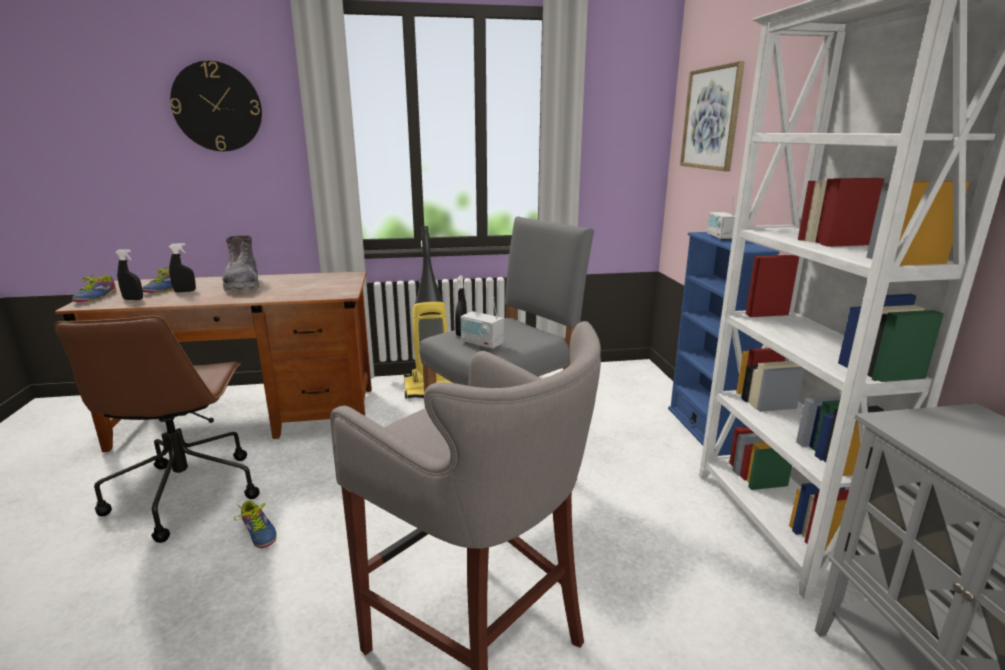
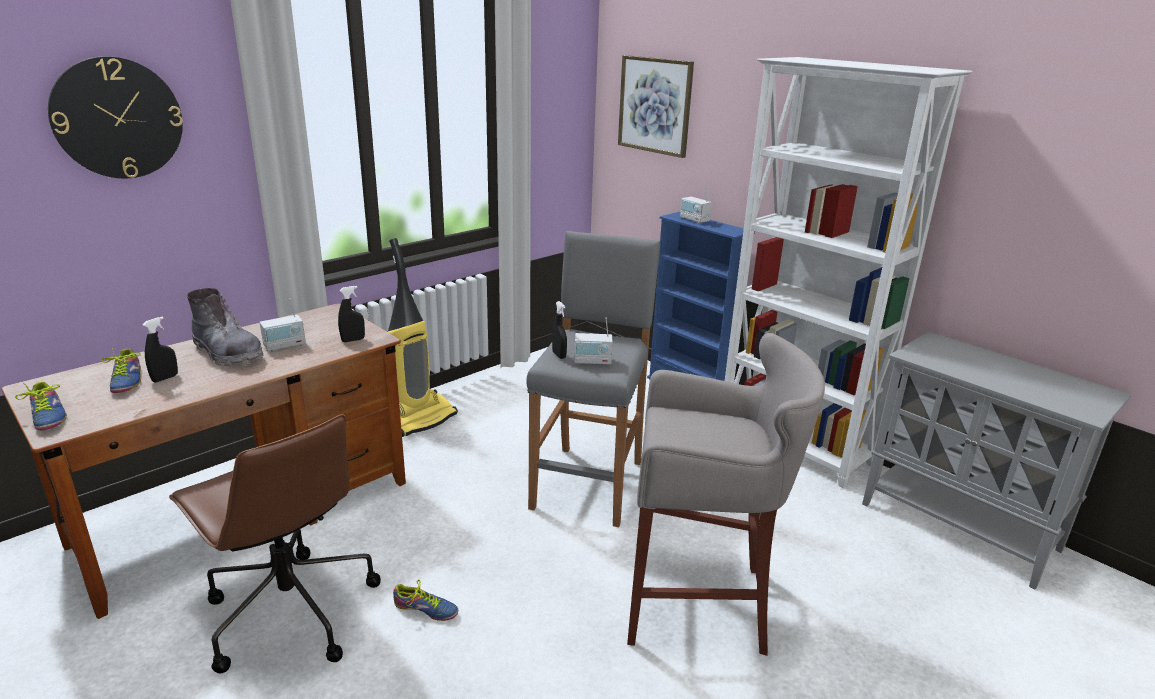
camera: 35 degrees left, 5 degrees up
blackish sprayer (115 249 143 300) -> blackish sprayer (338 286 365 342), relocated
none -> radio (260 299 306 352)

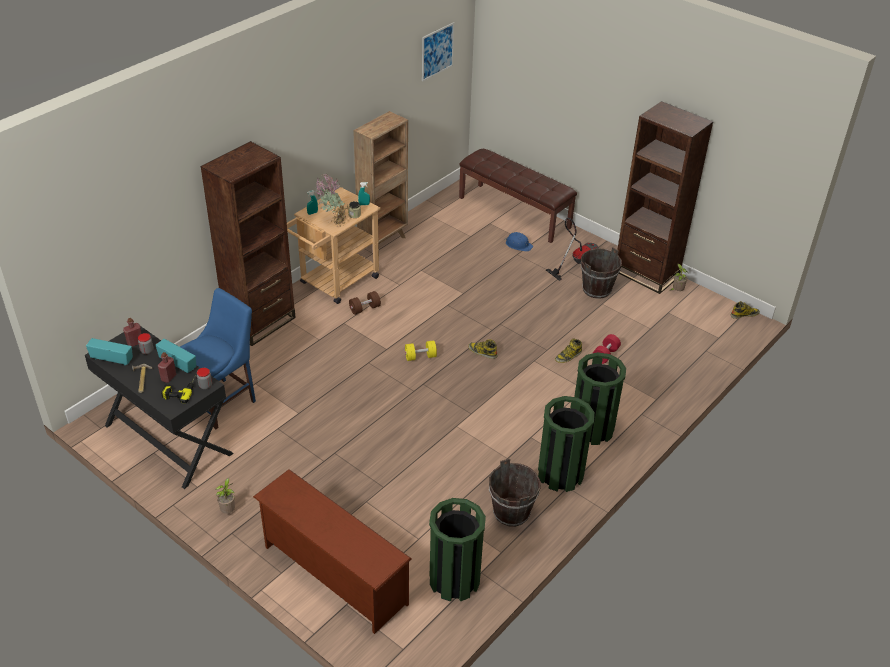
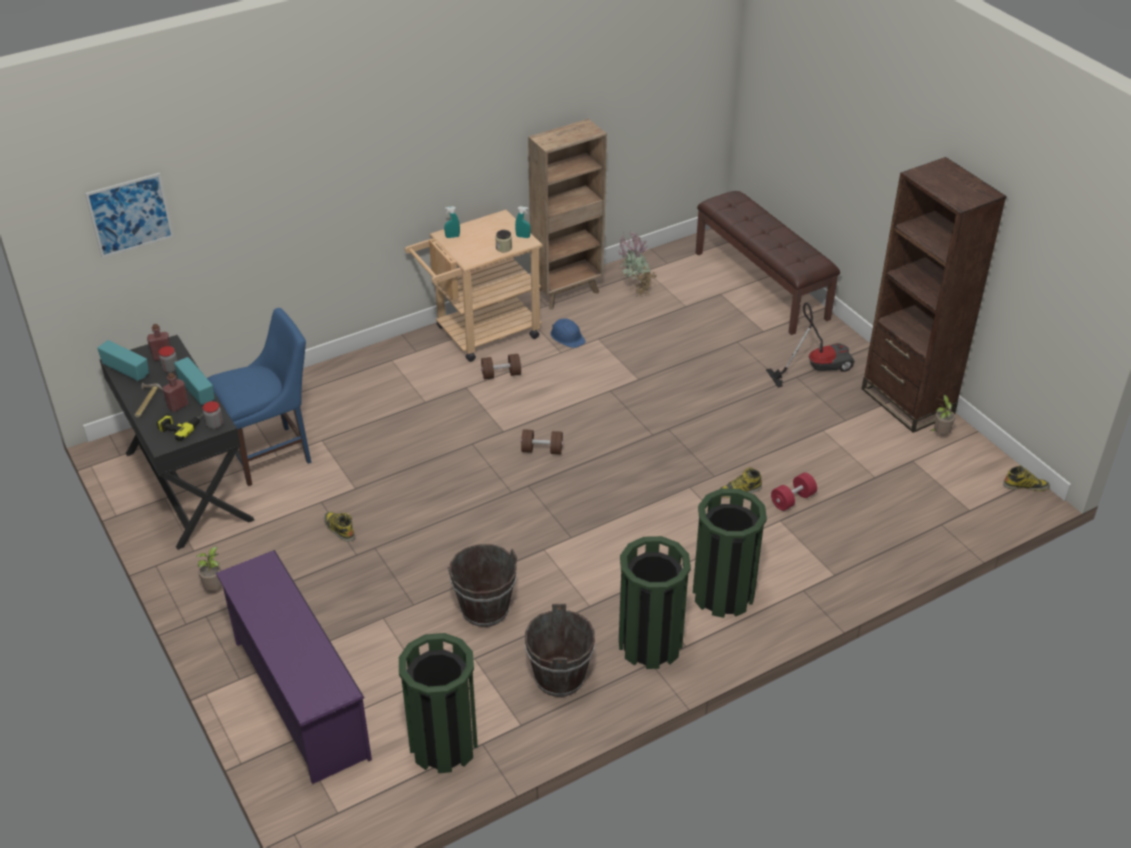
camera: 20 degrees right, 0 degrees up
picture (422 22 454 81) -> picture (85 173 174 258), relocated
brown bookshelf (200 141 296 346) -> none
potted plant (315 173 350 226) -> potted plant (617 232 657 297), relocated
bluish work helmet (505 232 533 252) -> bluish work helmet (551 318 586 348), relocated
brown pail (581 247 622 299) -> brown pail (448 544 517 627), relocated
high-top boot (468 339 497 359) -> high-top boot (324 511 355 542), relocated
yellow-coloured dumbbell (405 340 437 361) -> brown dumbbell (521 429 564 454)
brown shoe shelf (253 469 412 634) -> purple-coloured shoe shelf (216 550 372 784)

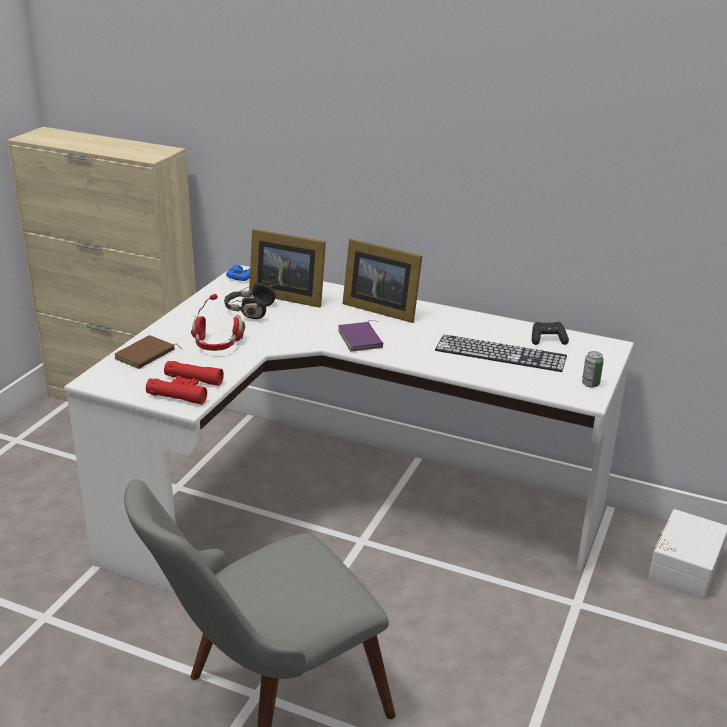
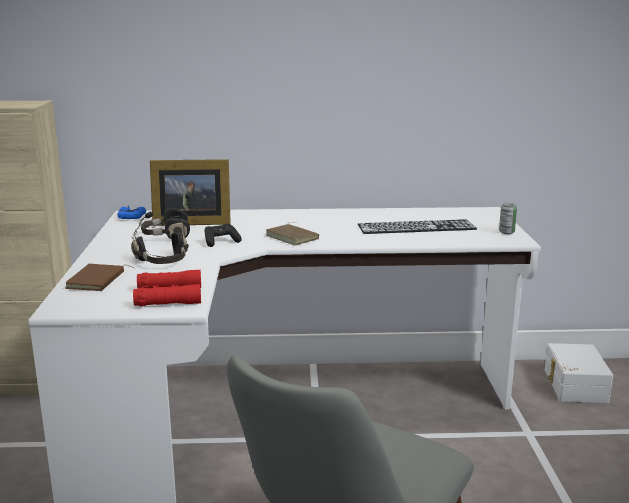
camera: 25 degrees left, 10 degrees down
photo frame (342 239 422 323) -> none
red headphones (191 294 245 351) -> blackish headphones (131 212 189 264)
purple-coloured book (338 320 383 352) -> brown book (266 222 319 245)
blackish game controller (532 322 569 345) -> blackish game controller (204 224 242 247), relocated

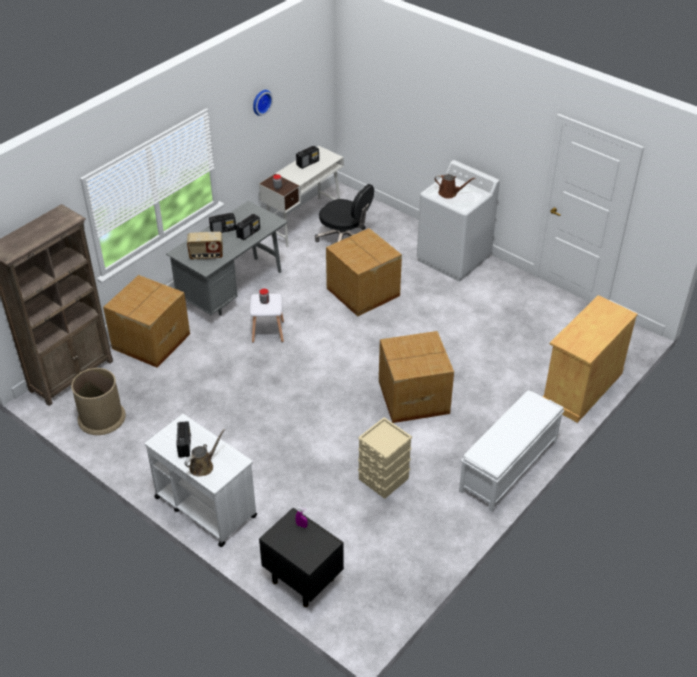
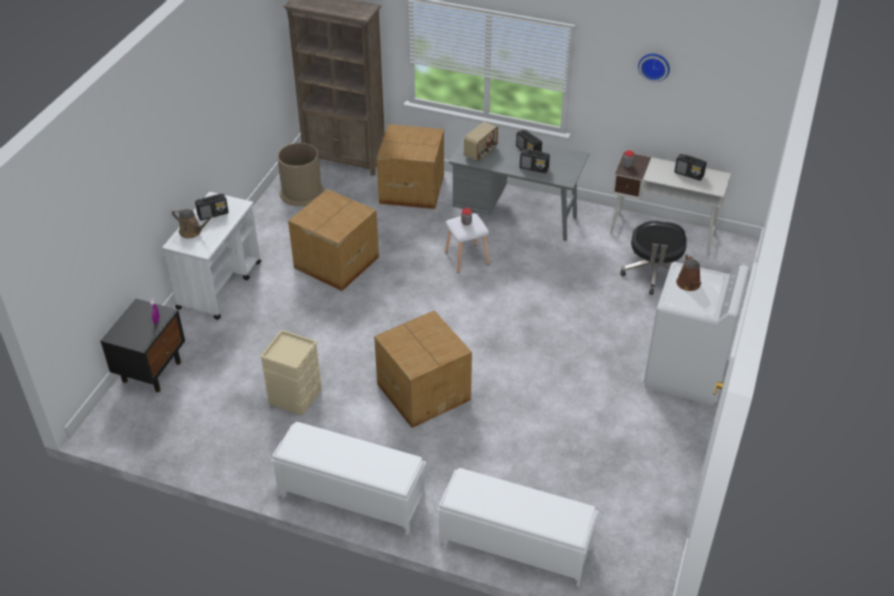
camera: 70 degrees right, 0 degrees up
packing box (326 228 402 316) -> packing box (288 189 379 291), relocated
radio (187 232 223 260) -> radio (464 122 498 161), 120 degrees counterclockwise
sand-coloured storage cabinet (542 295 638 423) -> white indoor bench (437 468 599 587)

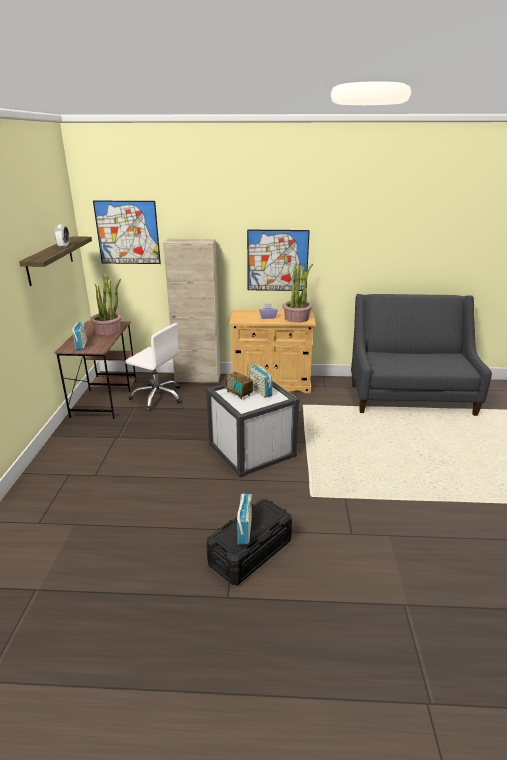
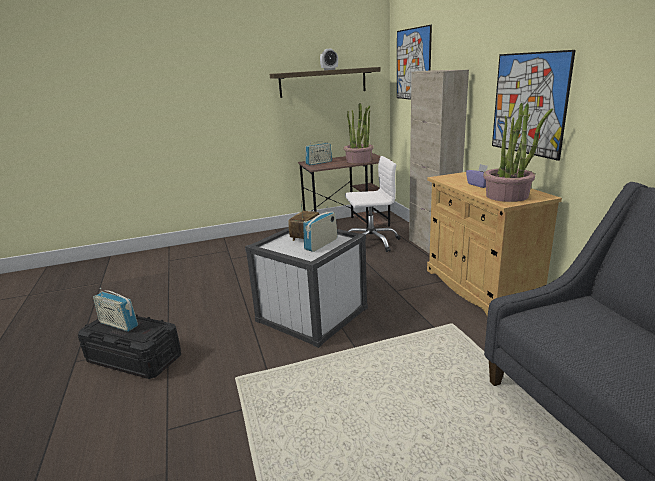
camera: 70 degrees right, 5 degrees down
white computer chair (125 323 182 411) -> white computer chair (345 156 401 252), 105 degrees counterclockwise
radio (237 494 252 545) -> radio (93 288 138 332), 45 degrees clockwise

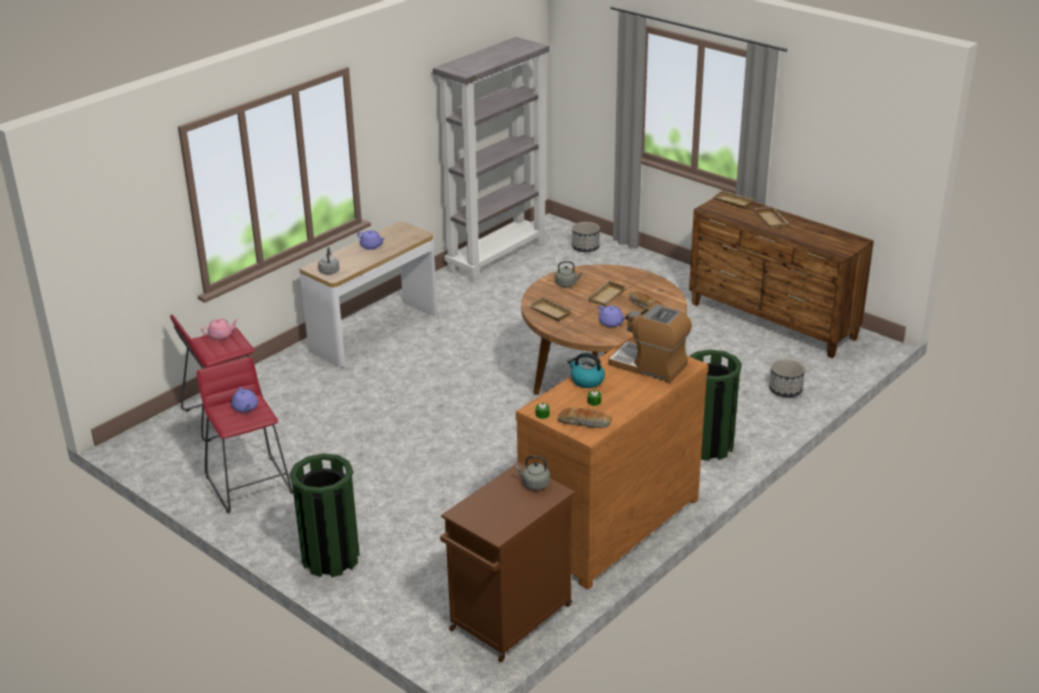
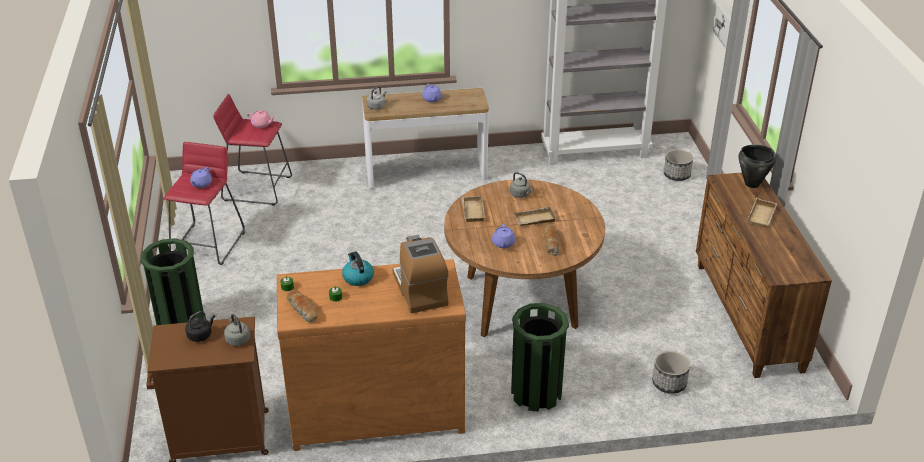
camera: 40 degrees right, 5 degrees up
sand-coloured carrying tray (713 190 755 209) -> blackish cooking pot (738 145 776 188)
none -> picture (713 4 731 49)
none -> blackish water kettle (185 311 215 342)

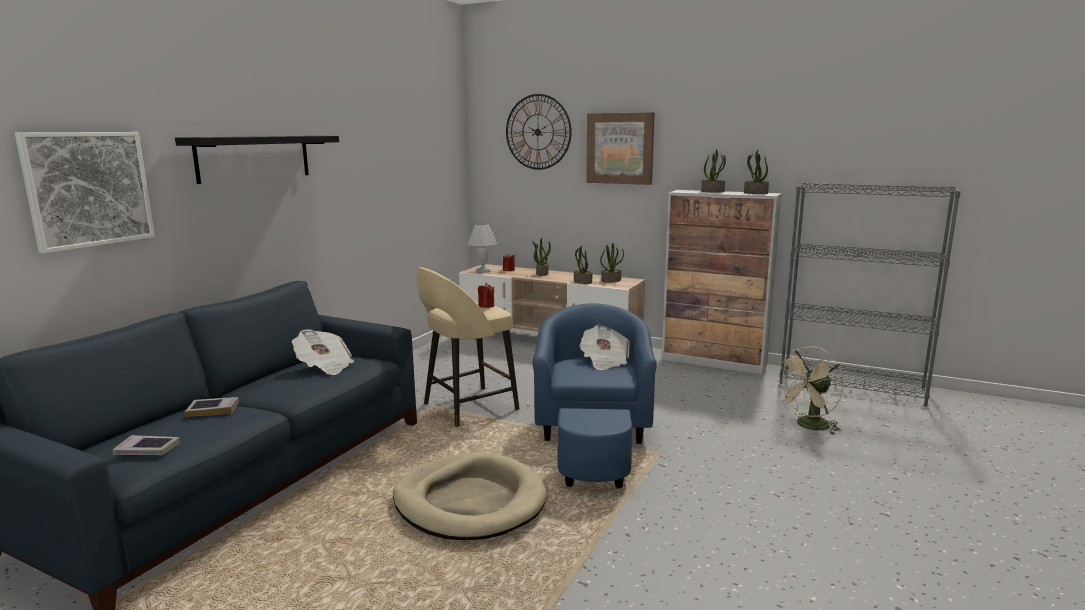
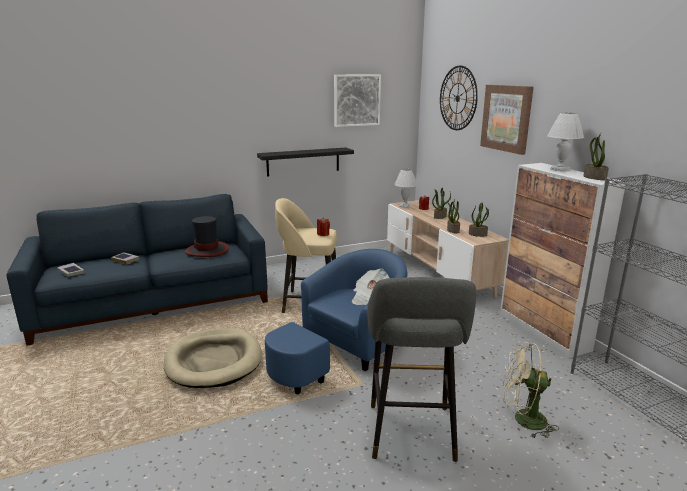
camera: 40 degrees right, 5 degrees up
picture (15 132 155 253) -> picture (334 74 381 127), relocated
blackish shelf (175 136 339 184) -> blackish shelf (257 147 354 177), relocated
potted plant (701 149 726 192) -> white tabletop lamp (547 113 584 172)
daily paper (292 329 354 375) -> clothing hat (185 216 229 257)
none -> greyish stool seat (367 277 476 462)

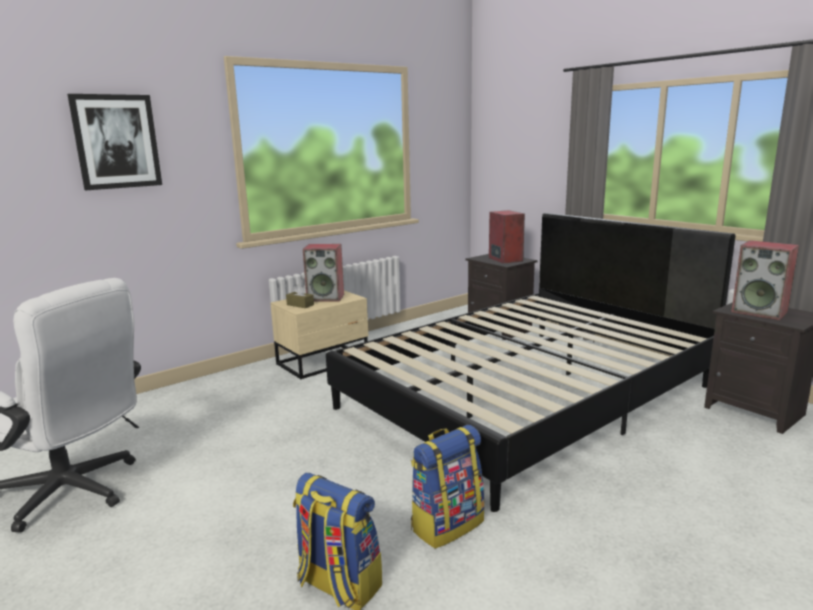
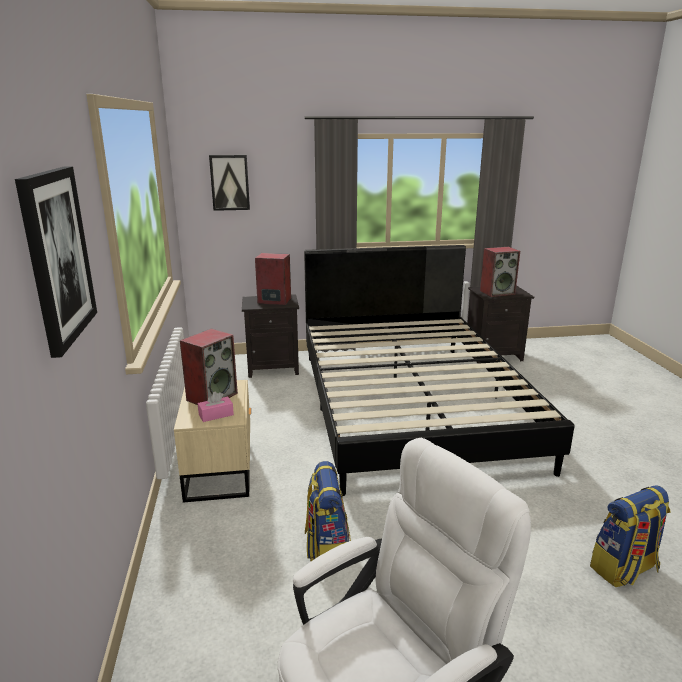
camera: 60 degrees left, 5 degrees up
brown box of tissues (286 285 314 308) -> pinkish box of tissues (198 392 234 422)
rucksack (411 425 485 549) -> rucksack (305 461 351 561), relocated
none -> picture (209 155 250 211)

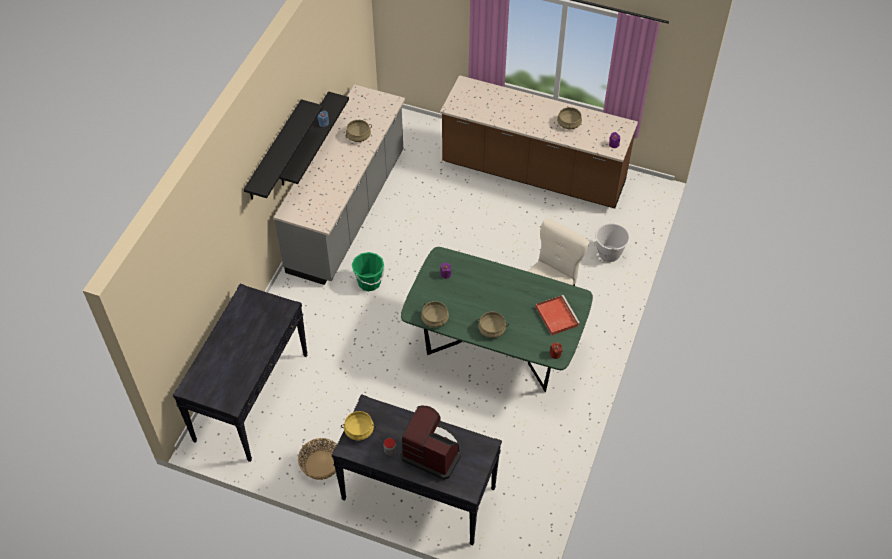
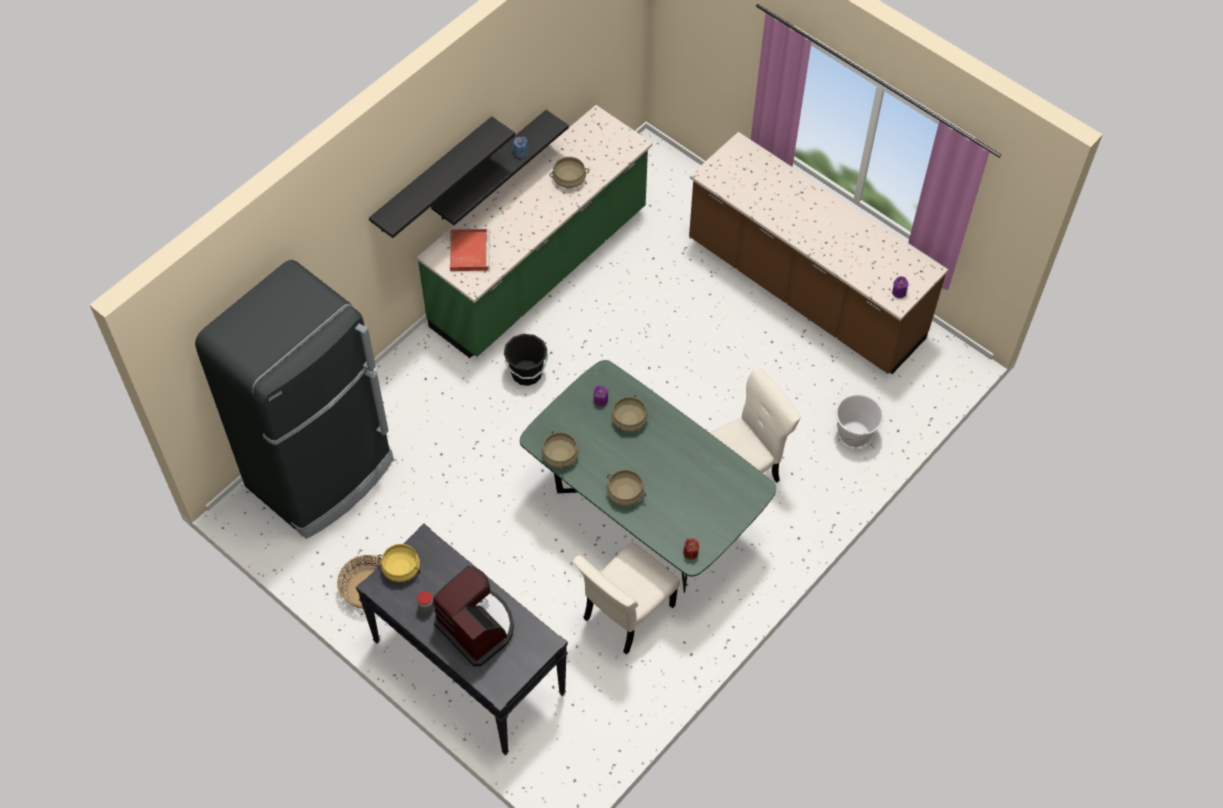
camera: 20 degrees right, 5 degrees up
greyish kitchen counter (274 84 405 285) -> greenish kitchen counter (417 105 653 358)
sand-coloured cooking pot (557 107 582 129) -> sand-coloured cooking pot (611 395 648 432), relocated
greenish pail (352 252 385 291) -> blackish pail (504 334 549 386)
blackish narrow table (173 284 308 462) -> blackish refrigerator (195 260 394 539)
red carrying tray (536 295 580 336) -> red carrying tray (450 229 490 271), relocated
none -> sand-coloured chair (573 542 680 655)

